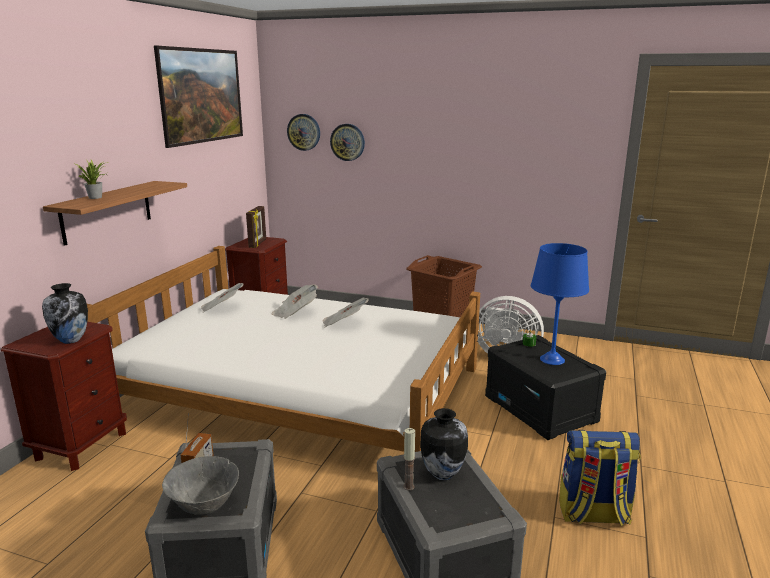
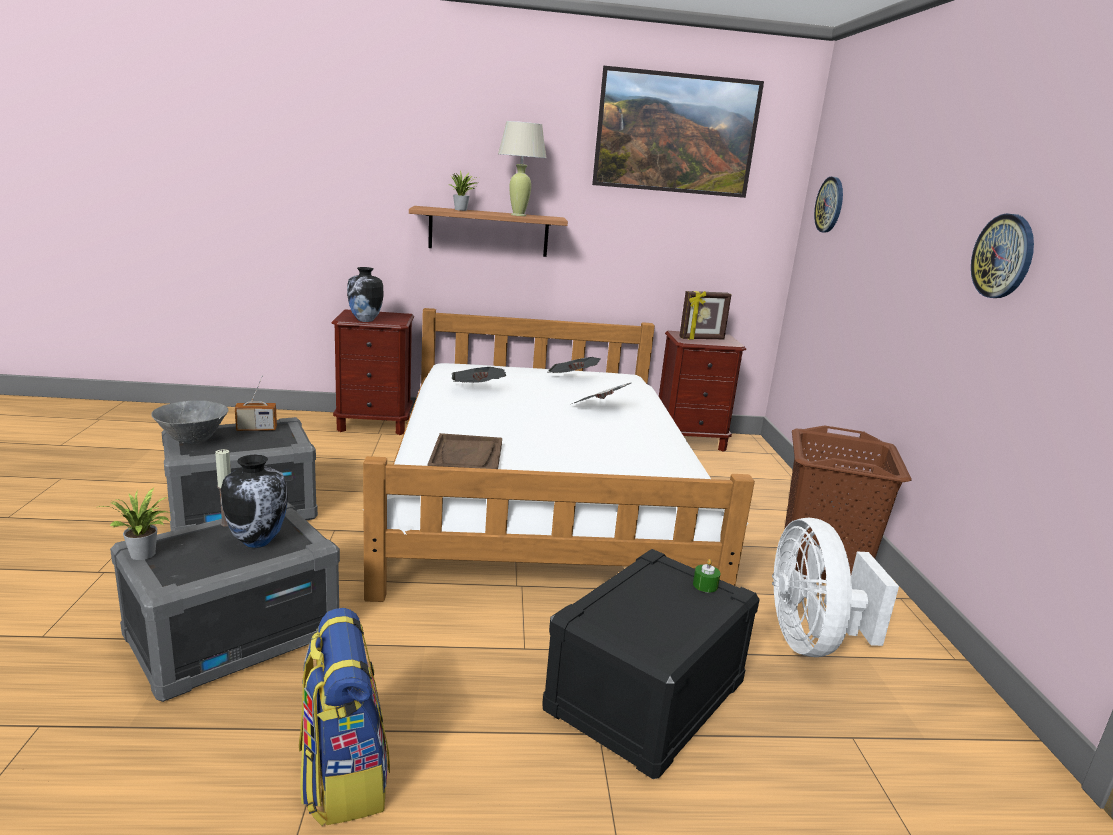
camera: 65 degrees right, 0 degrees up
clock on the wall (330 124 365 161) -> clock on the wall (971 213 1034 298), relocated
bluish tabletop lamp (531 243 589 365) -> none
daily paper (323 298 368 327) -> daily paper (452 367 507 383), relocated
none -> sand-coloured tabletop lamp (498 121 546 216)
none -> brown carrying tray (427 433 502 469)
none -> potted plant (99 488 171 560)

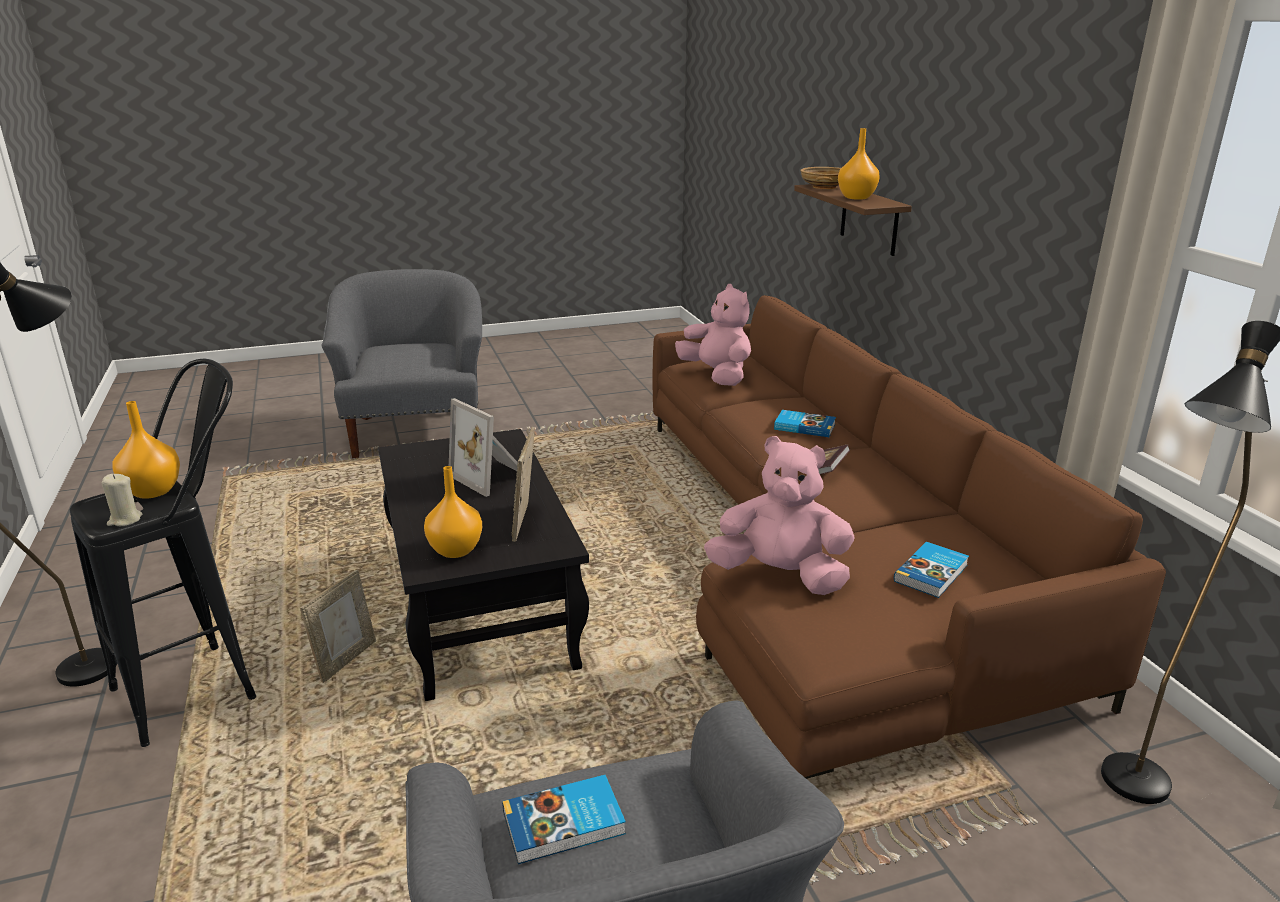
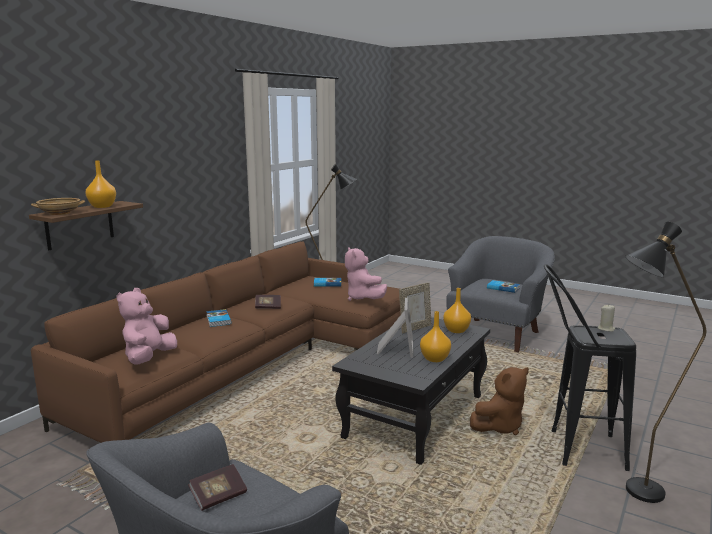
camera: 130 degrees left, 10 degrees down
orangey decorative vase (113 401 180 499) -> orangey decorative vase (420 311 451 362), relocated
photo frame (300 570 376 683) -> brown cuddly toy (470 367 529 435)
none -> book (188 464 247 511)

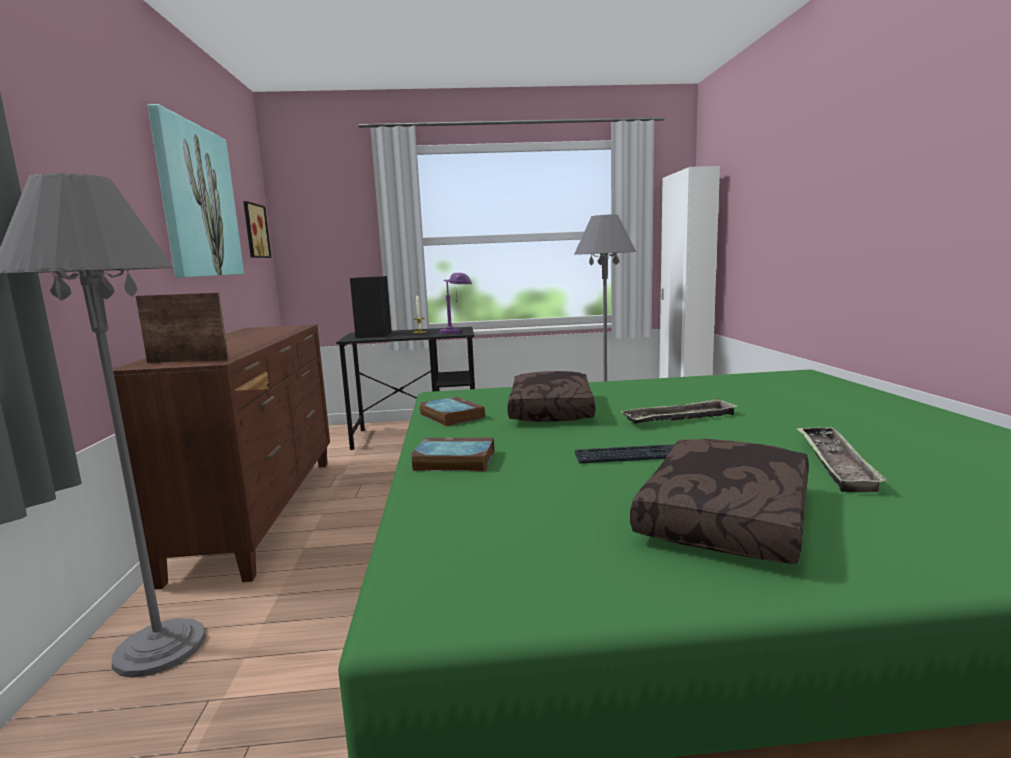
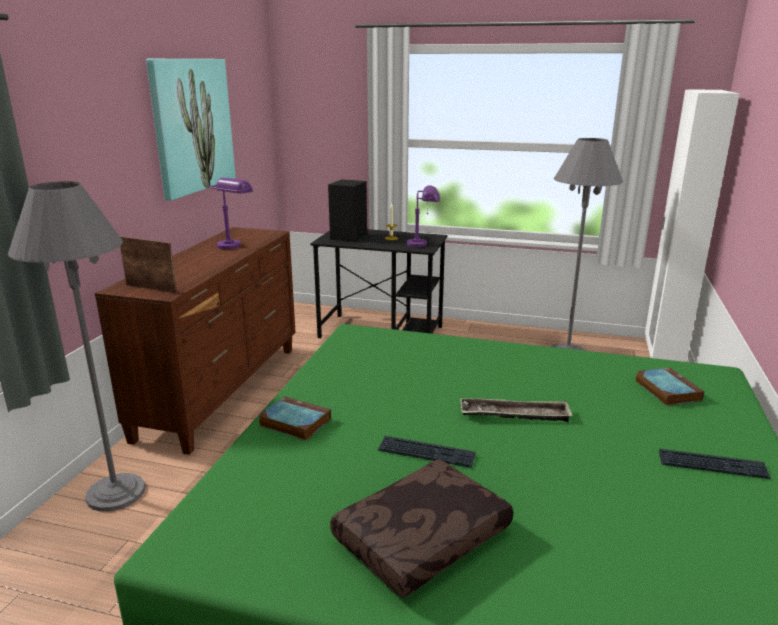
camera: 20 degrees right, 10 degrees up
picture (243 201 272 258) -> none
brown throw pillow (507 371 595 422) -> none
book (420 396 485 427) -> book (636 367 704 406), relocated
carrying tray (796 427 888 492) -> none
none -> purple-coloured tabletop lamp (209 178 253 249)
none -> keyboard (659 449 771 479)

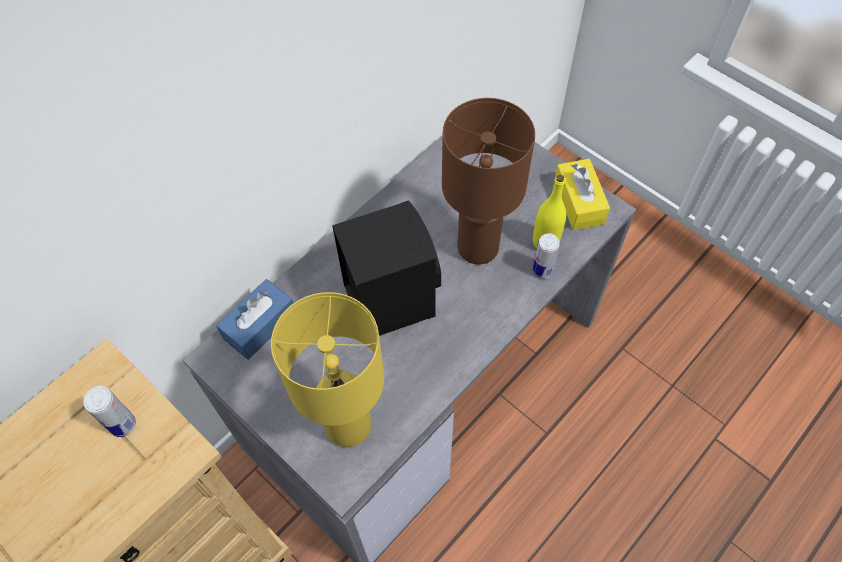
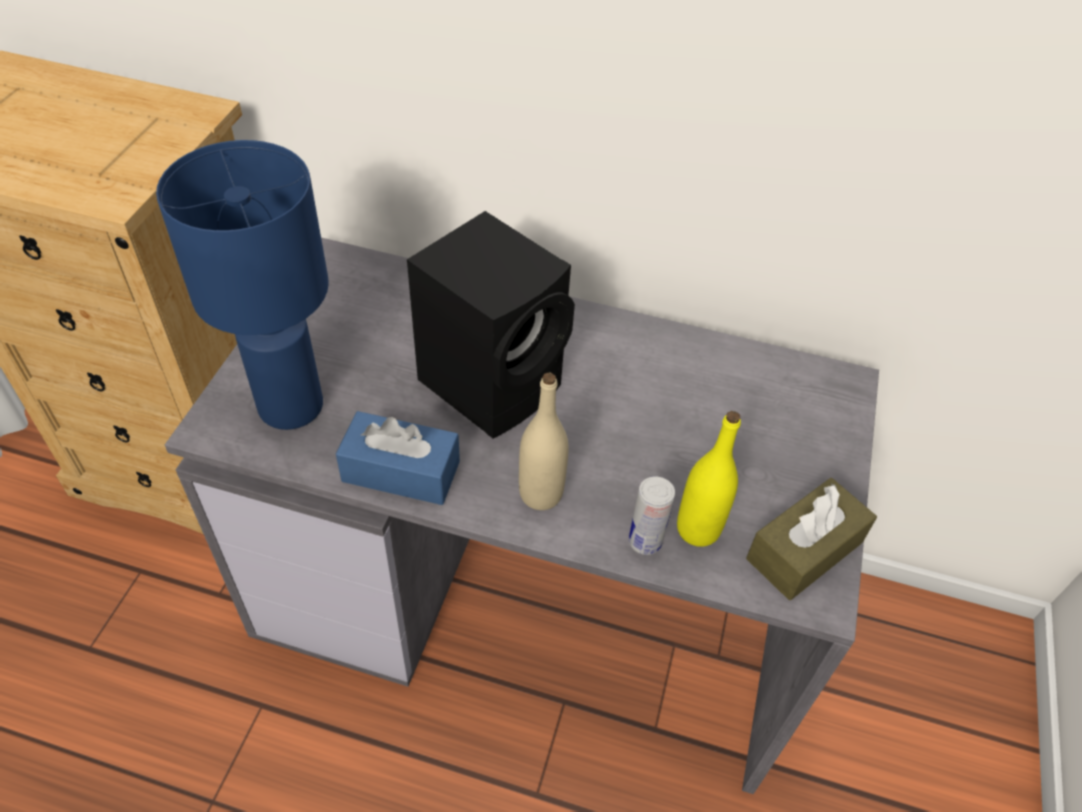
camera: 60 degrees right, 10 degrees down
brown tabletop lamp (442 98 535 264) -> none
yellow-coloured box of tissues (554 159 610 230) -> brown box of tissues (746 478 877 600)
bluish box of tissues (216 279 293 360) -> bluish box of tissues (336 411 460 505), relocated
yellow-coloured tabletop lamp (271 292 384 447) -> bluish tabletop lamp (156 140 329 430)
can (83 386 136 437) -> none
none -> sand-coloured drink bottle (519 373 569 510)

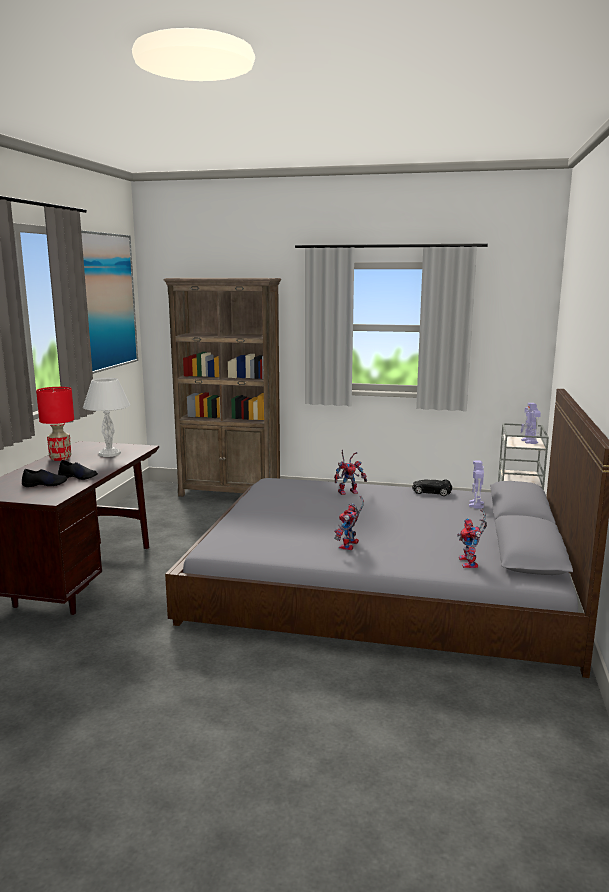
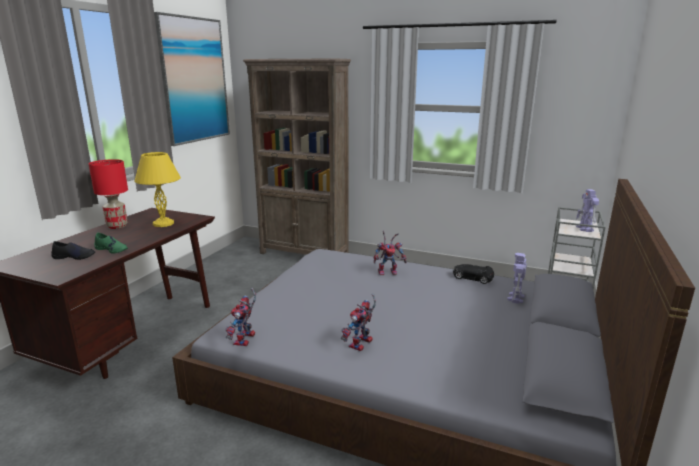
camera: 10 degrees right, 5 degrees up
white tabletop lamp (83 378 130 457) -> yellow-coloured tabletop lamp (135 152 181 227)
blackish item of footwear (58 460 98 480) -> greenish item of footwear (94 232 128 254)
toy robot (457 508 487 568) -> toy robot (225 288 256 346), relocated

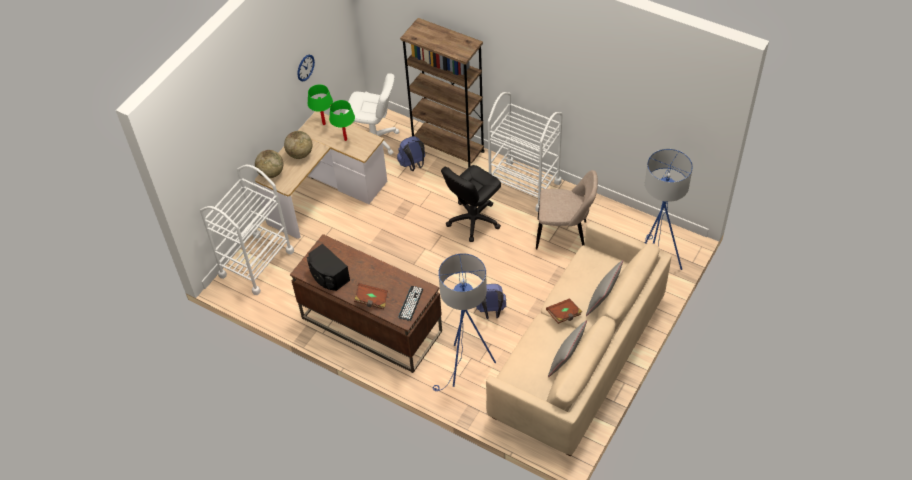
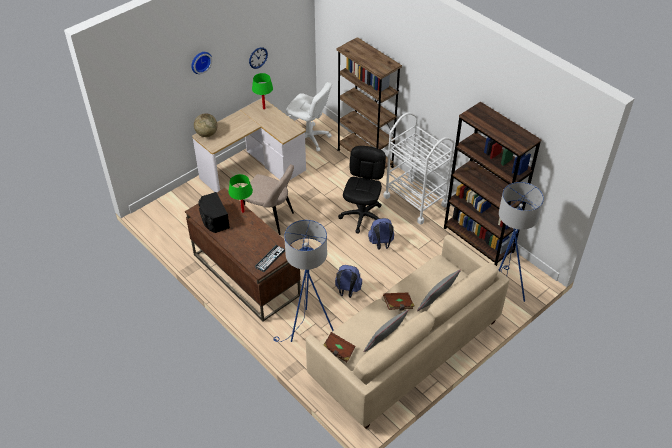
camera: 15 degrees right, 5 degrees down
greenish tabletop lamp (329 100 355 141) -> greenish tabletop lamp (229 174 253 213), relocated
desk globe (284 131 312 159) -> none
bluish rucksack (397 136 425 171) -> bluish rucksack (368 218 394 250), relocated
white trolley (200 165 294 295) -> none
blackish computer chair (441 165 501 242) -> blackish computer chair (338 146 386 234), 135 degrees clockwise
sand-coloured chair (536 170 598 249) -> sand-coloured chair (243 164 294 235), relocated
brown book (354 283 388 309) -> brown book (323 332 356 362), relocated
none -> clock on the wall (191 52 212 74)
none -> brown bookshelf (444 102 542 266)

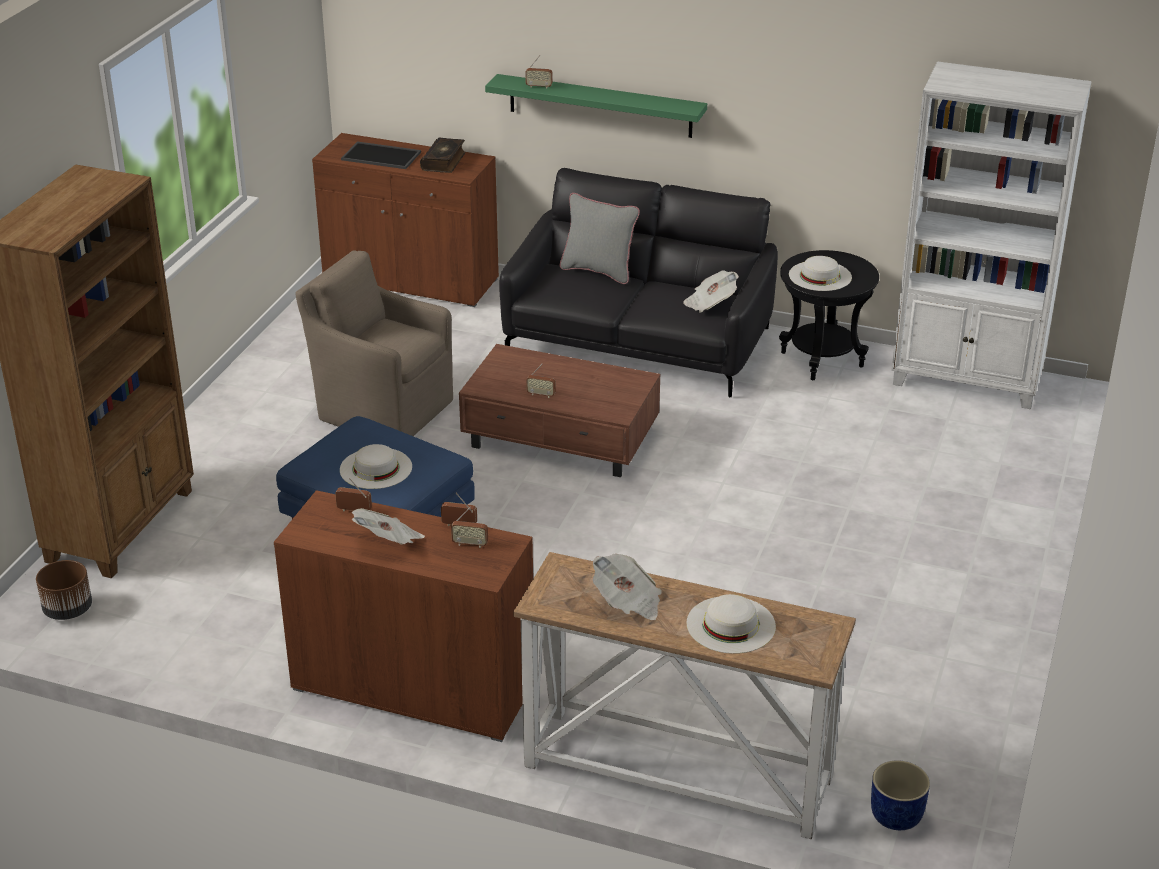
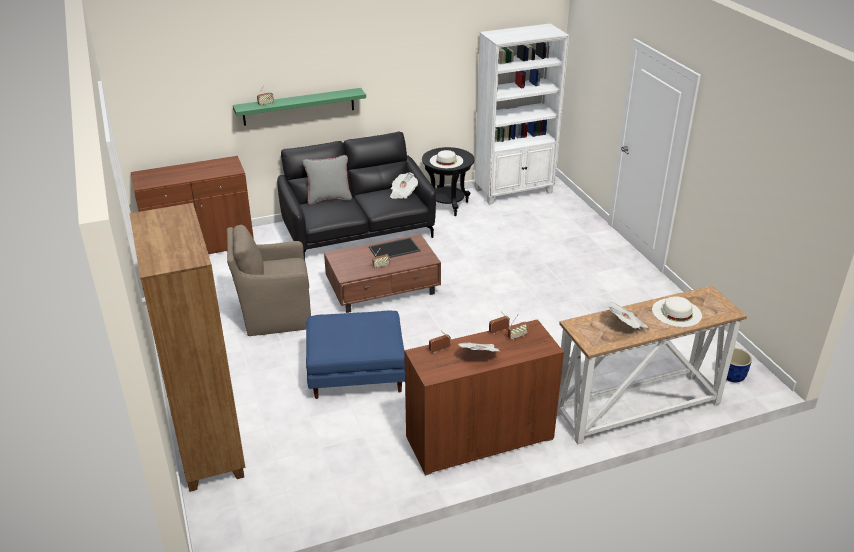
camera: 40 degrees left, 0 degrees up
book (420 138 466 173) -> none
carrying tray (341 141 421 169) -> carrying tray (369 237 420 258), relocated
white clothing hat (340 444 412 489) -> none
brown plant pot (36 560 92 620) -> none

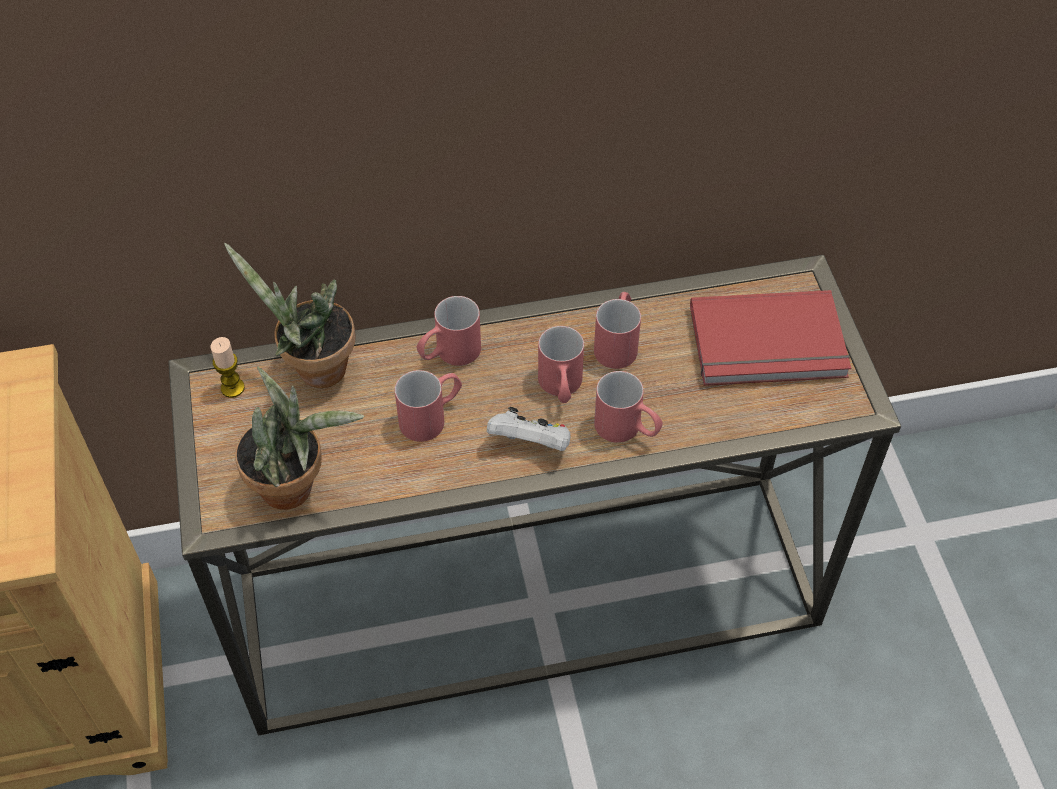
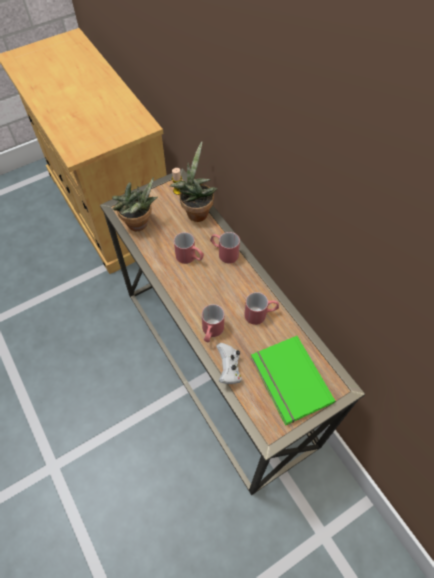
camera: 70 degrees right, 5 degrees up
red book (690 290 851 386) -> greenish book (251 336 335 425)
red tea mug (538 326 584 403) -> none
white game controller (487 407 570 451) -> white game controller (216 343 242 384), relocated

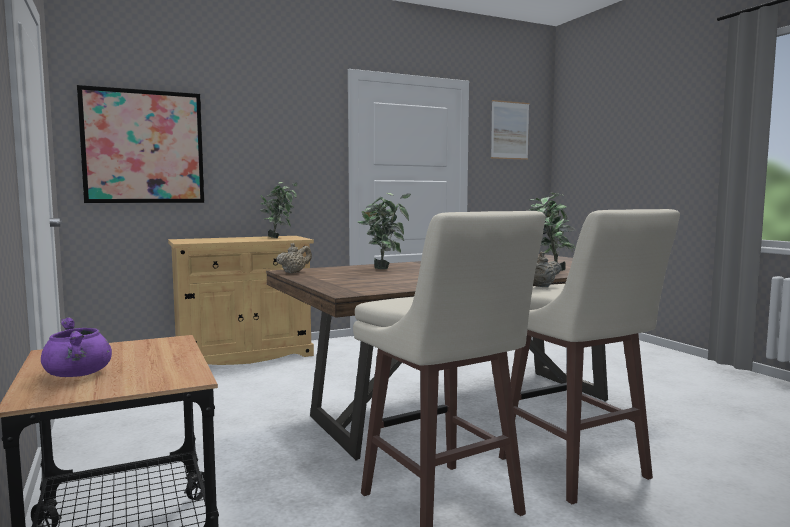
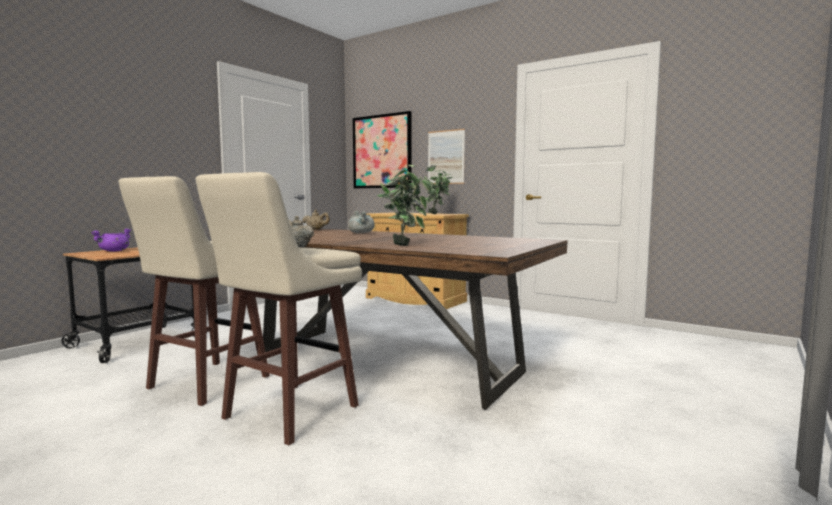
camera: 60 degrees right, 0 degrees up
picture (491 100 529 160) -> picture (428 129 465 184), relocated
potted plant (357 193 411 269) -> greyish cooking pot (348 210 375 233)

